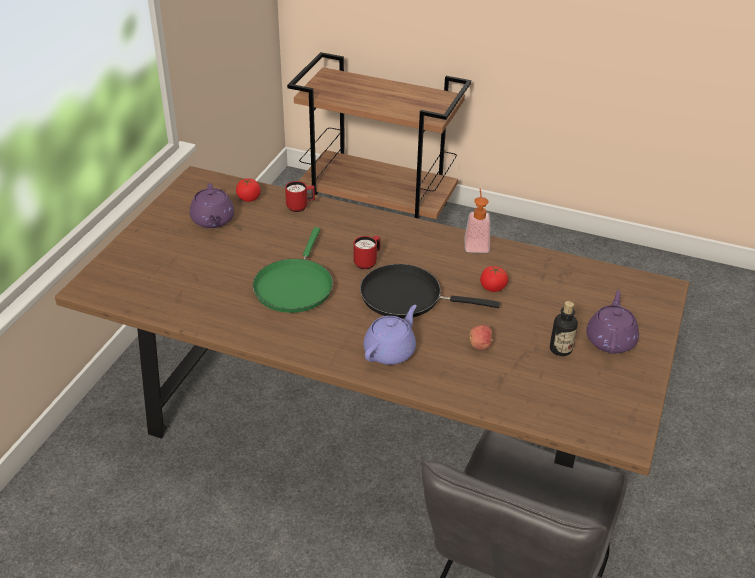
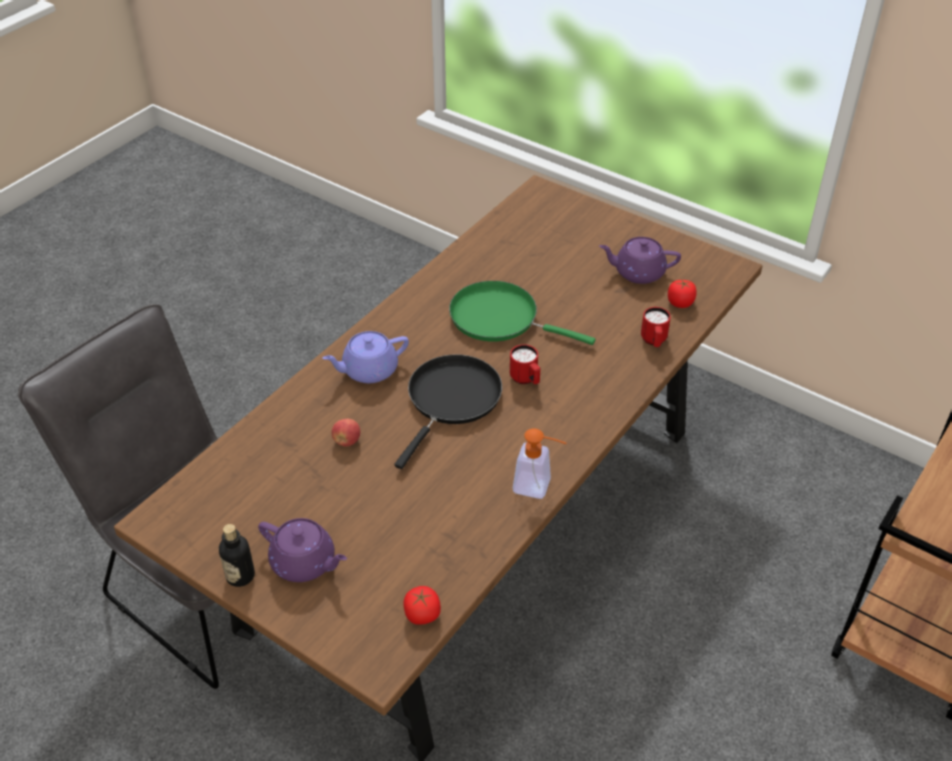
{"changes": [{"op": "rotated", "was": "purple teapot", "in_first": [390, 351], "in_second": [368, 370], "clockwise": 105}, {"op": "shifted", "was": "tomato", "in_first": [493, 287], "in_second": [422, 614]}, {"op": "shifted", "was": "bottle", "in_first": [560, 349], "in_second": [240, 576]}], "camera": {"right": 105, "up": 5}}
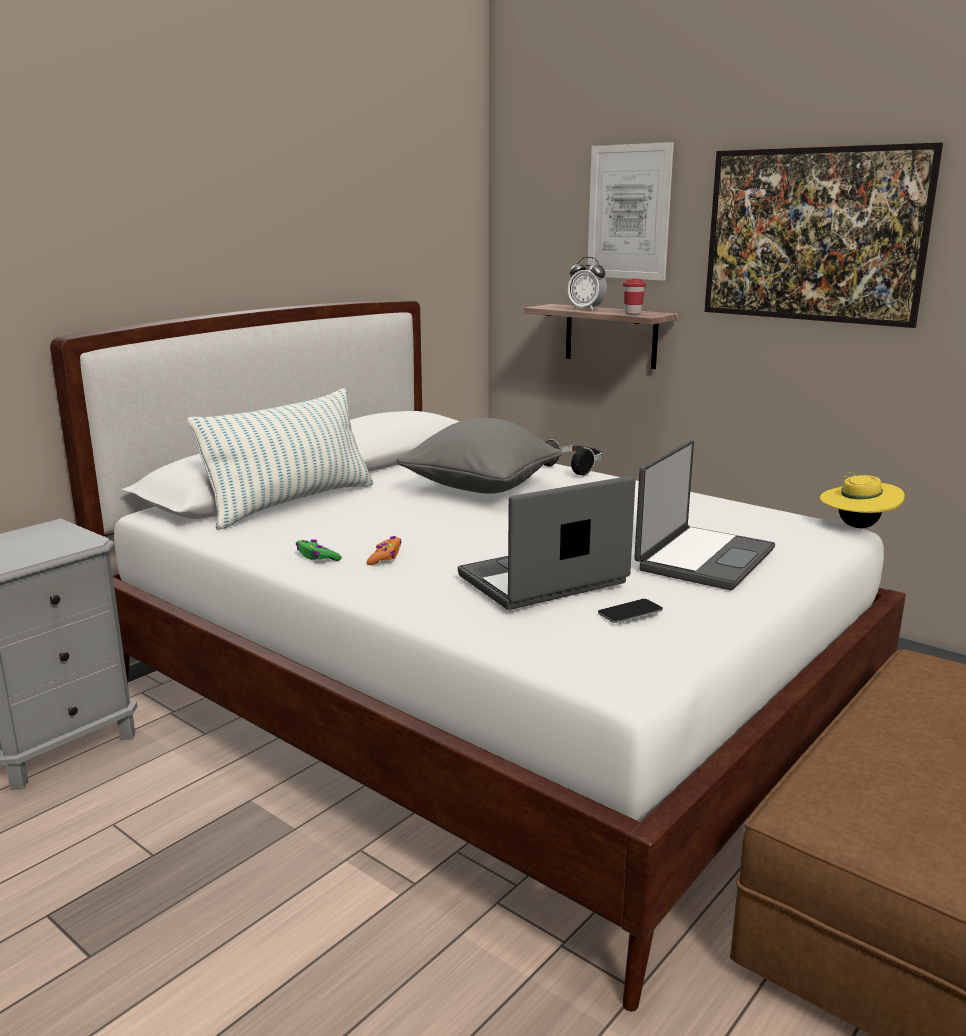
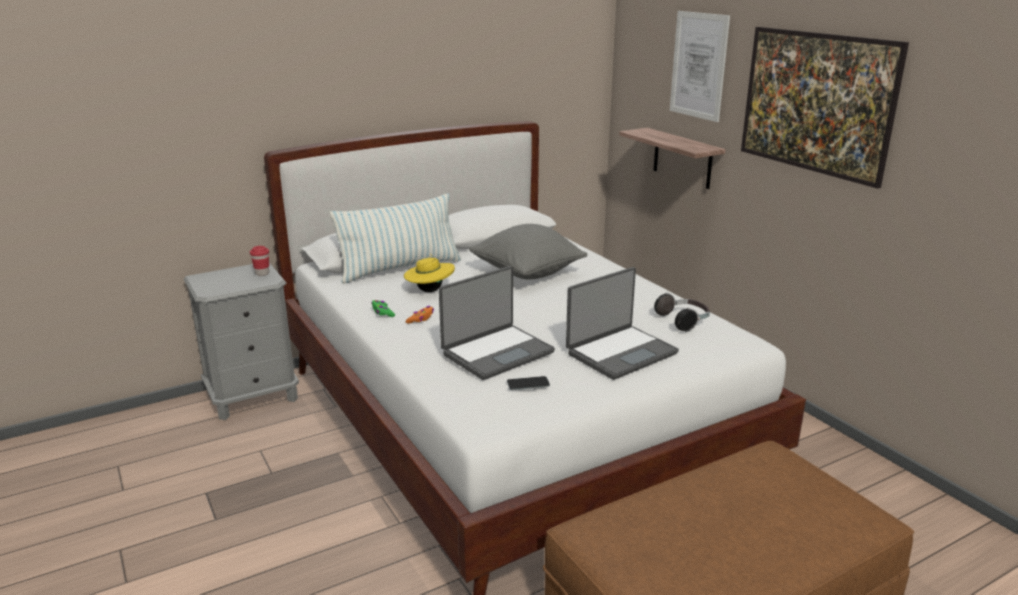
{"changes": [{"op": "rotated", "was": "laptop", "in_first": [544, 581], "in_second": [496, 352], "clockwise": 150}, {"op": "shifted", "was": "headphones", "in_first": [574, 469], "in_second": [683, 321]}, {"op": "gone", "was": "alarm clock", "in_first": [586, 309]}, {"op": "shifted", "was": "red cup", "in_first": [632, 313], "in_second": [262, 273]}, {"op": "shifted", "was": "yellow hat", "in_first": [857, 526], "in_second": [430, 290]}], "camera": {"right": 20, "up": 5}}
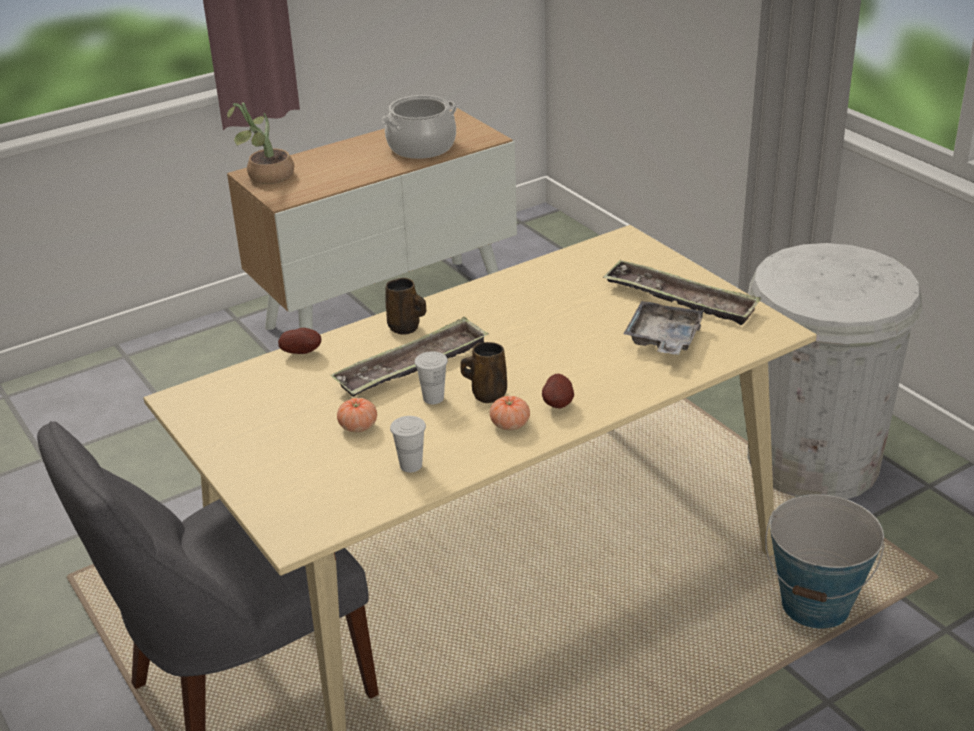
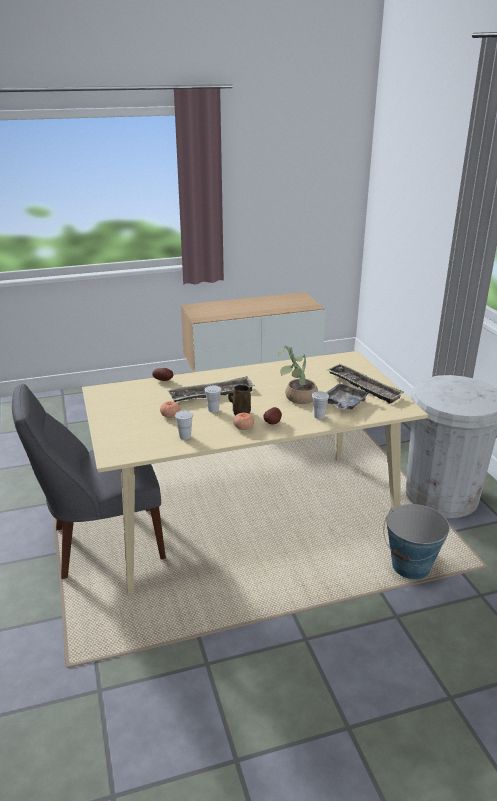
{"changes": [{"op": "shifted", "was": "potted plant", "in_first": [265, 177], "in_second": [297, 398]}, {"op": "gone", "was": "cooking pot", "in_first": [421, 147]}, {"op": "gone", "was": "brown mug", "in_first": [405, 328]}, {"op": "new", "now": "white cup", "in_second": [319, 416]}], "camera": {"right": 15, "up": -5}}
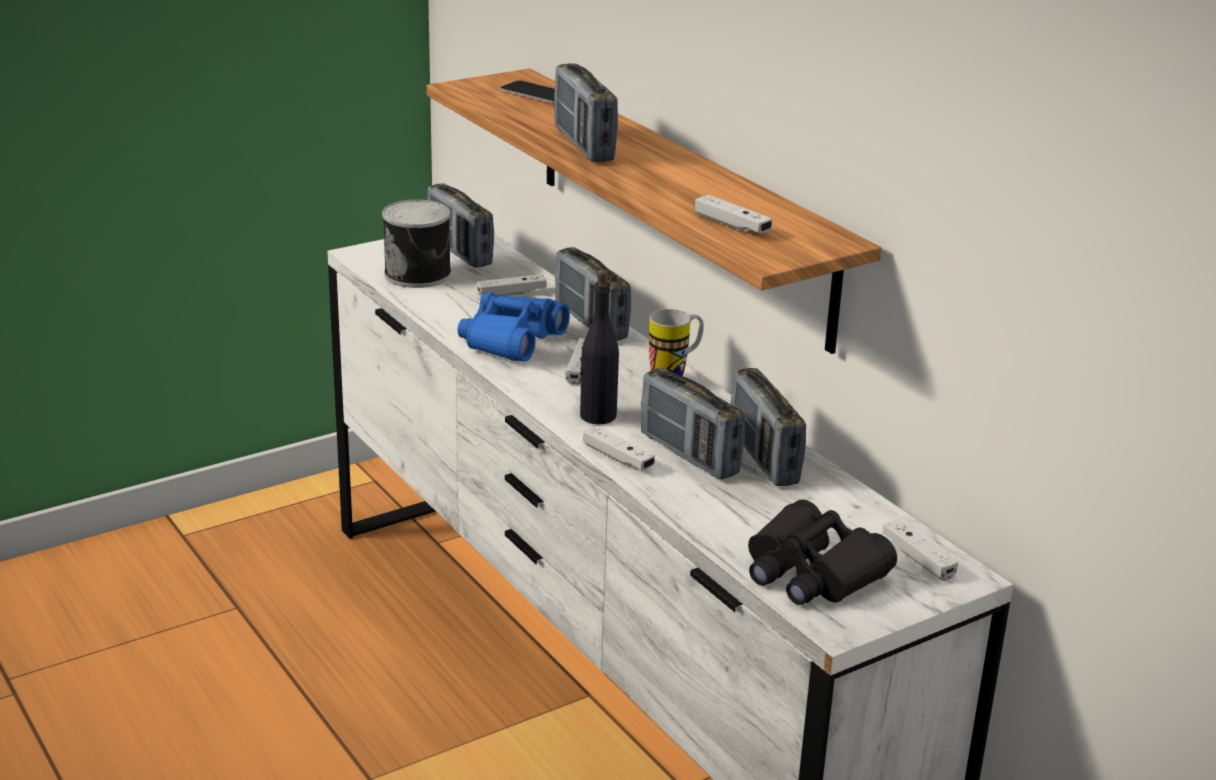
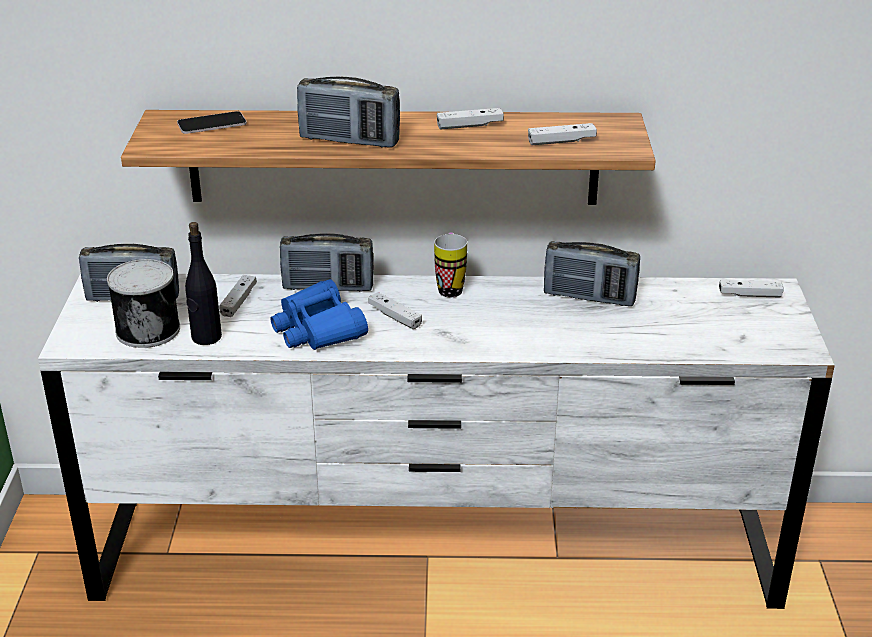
{"changes": [{"op": "shifted", "was": "black bottle", "in_first": [597, 416], "in_second": [206, 337]}, {"op": "shifted", "was": "white game controller", "in_first": [618, 458], "in_second": [470, 125]}, {"op": "gone", "was": "radio", "in_first": [689, 454]}, {"op": "gone", "was": "black binoculars", "in_first": [811, 572]}], "camera": {"right": -55, "up": 5}}
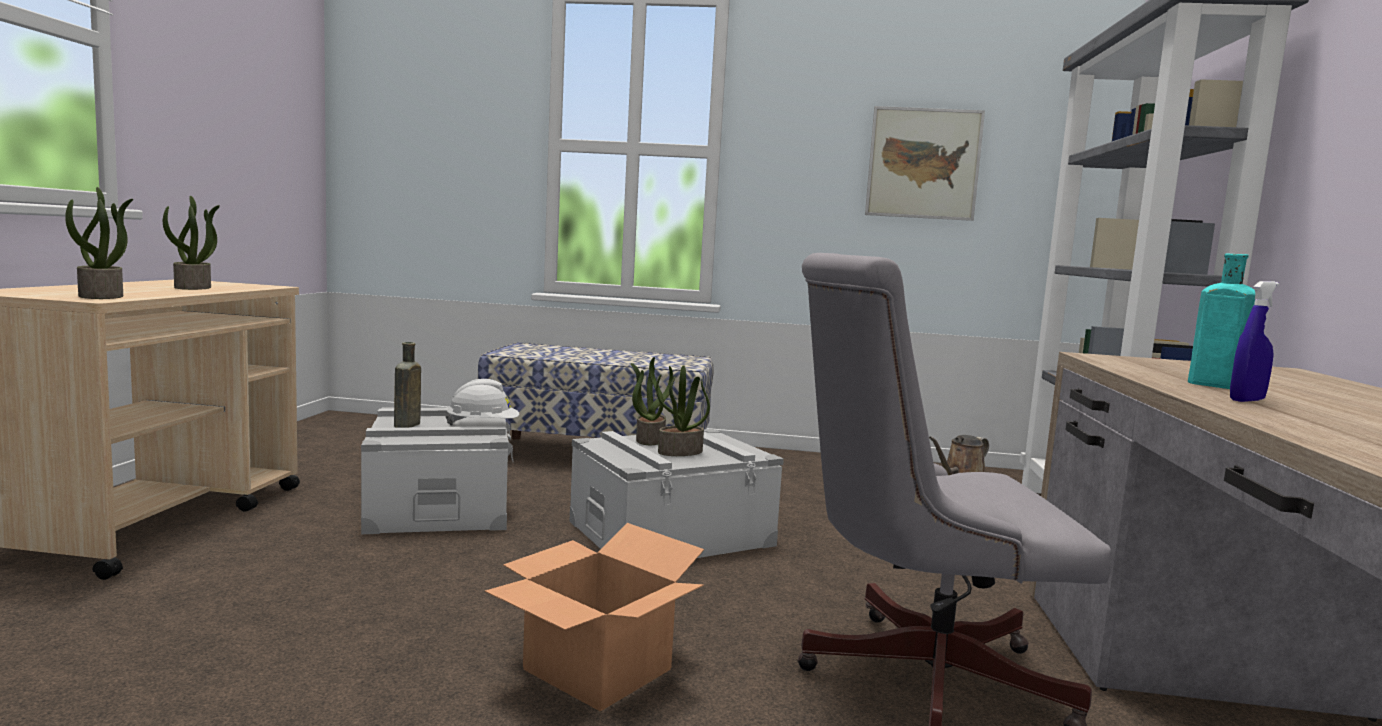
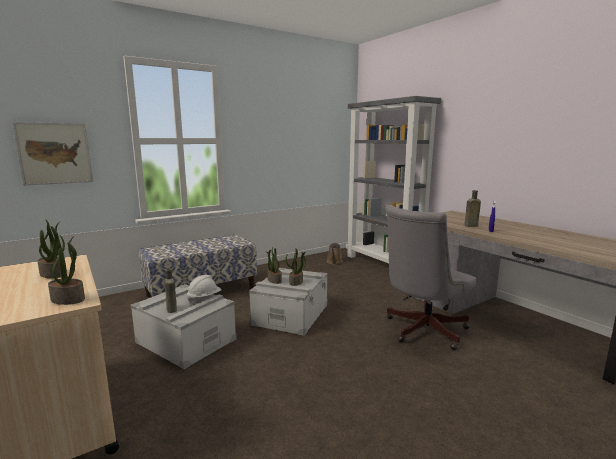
{"changes": [{"op": "gone", "was": "cardboard box", "in_first": [599, 670]}, {"op": "shifted", "was": "picture", "in_first": [923, 163], "in_second": [55, 153]}, {"op": "repainted", "was": "turquoise bottle", "now": "brown bottle", "in_first": [1210, 385], "in_second": [470, 225]}], "camera": {"right": -40, "up": 5}}
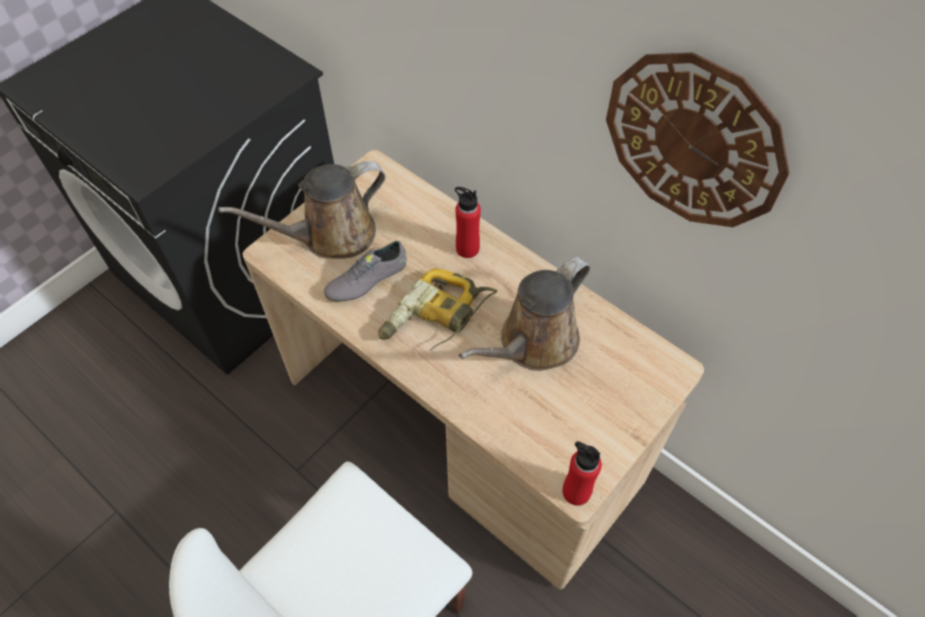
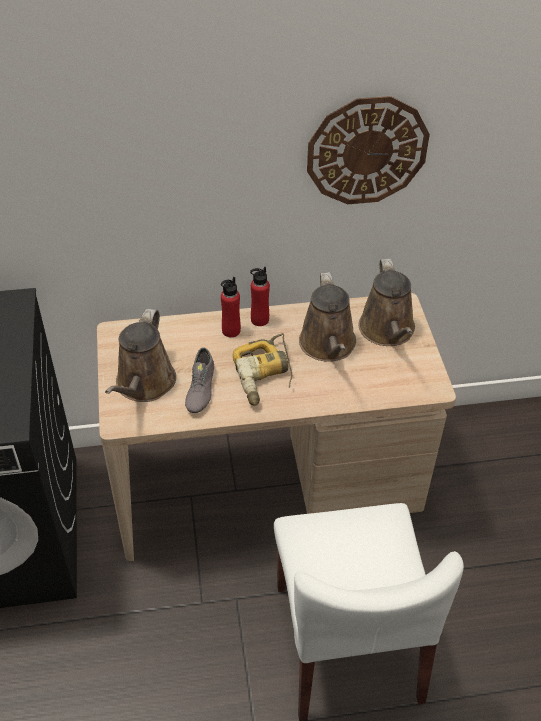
{"changes": [{"op": "shifted", "was": "red bottle", "in_first": [576, 491], "in_second": [259, 319]}, {"op": "new", "now": "brown watering can", "in_second": [388, 331]}], "camera": {"right": -50, "up": -10}}
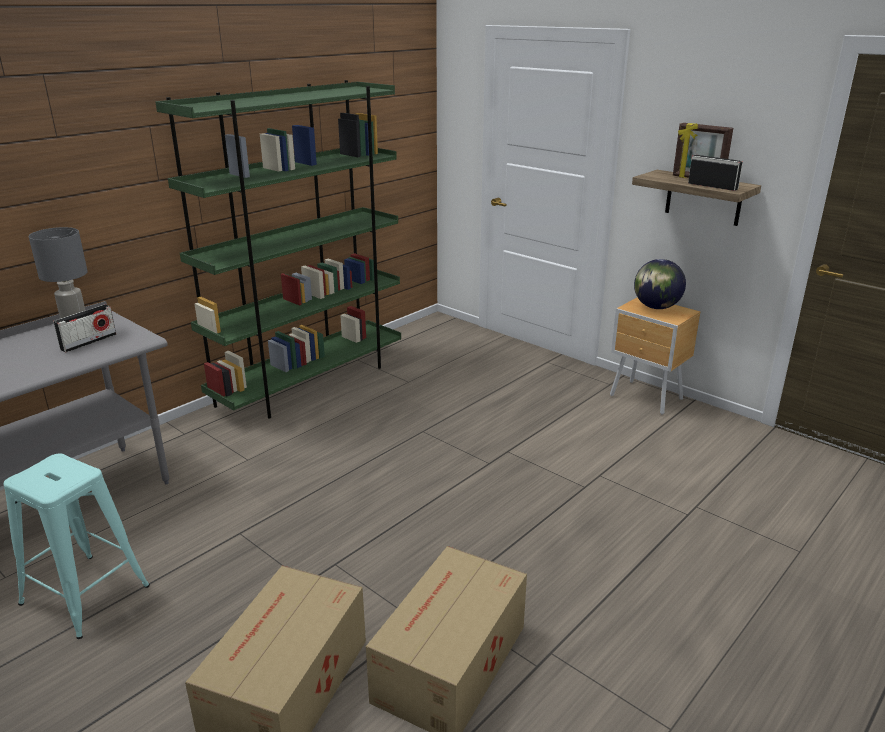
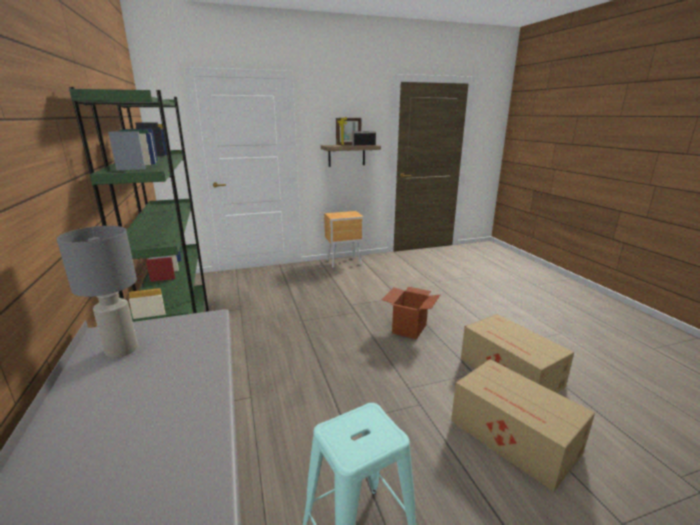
{"changes": [{"op": "gone", "was": "radio", "in_first": [89, 342]}, {"op": "gone", "was": "globe", "in_first": [656, 307]}, {"op": "new", "now": "cardboard box", "in_second": [409, 328]}], "camera": {"right": -60, "up": -5}}
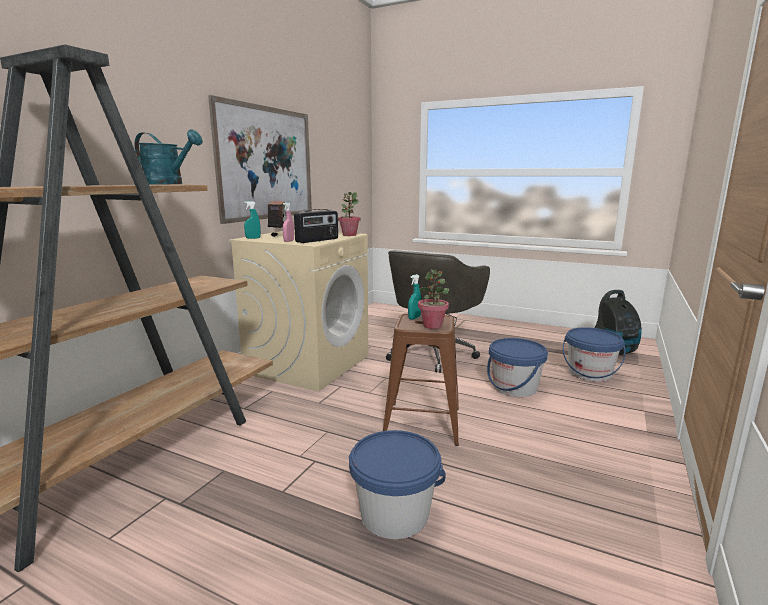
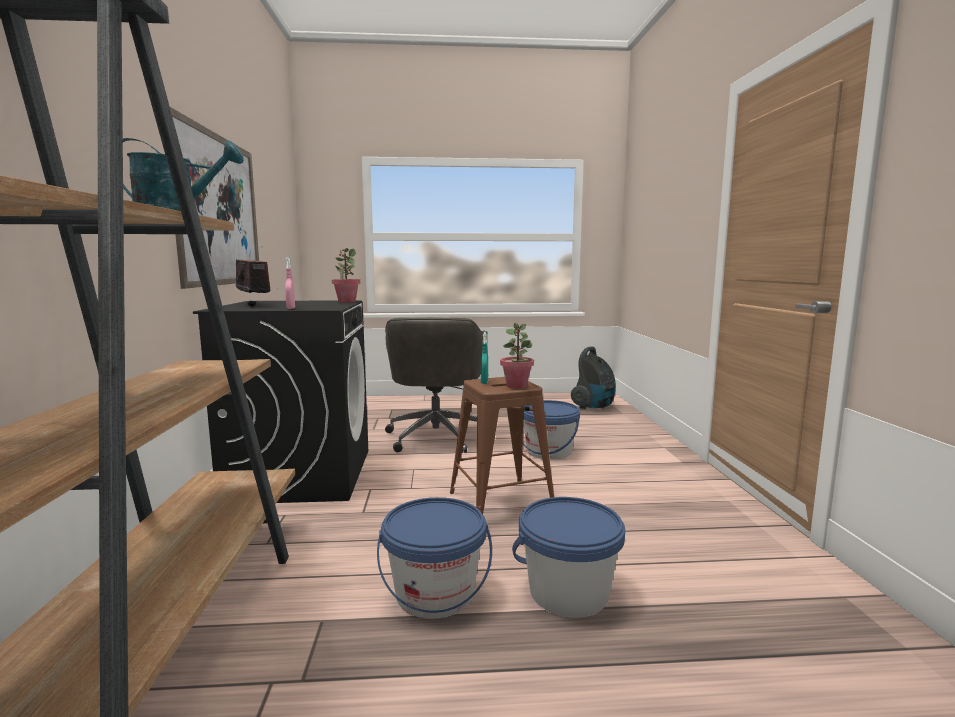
{"changes": [{"op": "repainted", "was": "beige washing machine", "now": "black washing machine", "in_first": [308, 364], "in_second": [301, 475]}, {"op": "gone", "was": "turquoise spray bottle", "in_first": [253, 238]}, {"op": "gone", "was": "radio", "in_first": [317, 240]}, {"op": "shifted", "was": "blue bucket", "in_first": [589, 373], "in_second": [435, 593]}], "camera": {"right": -30, "up": -5}}
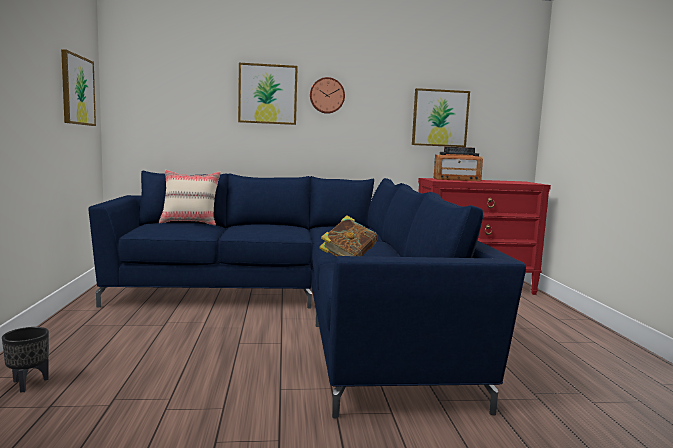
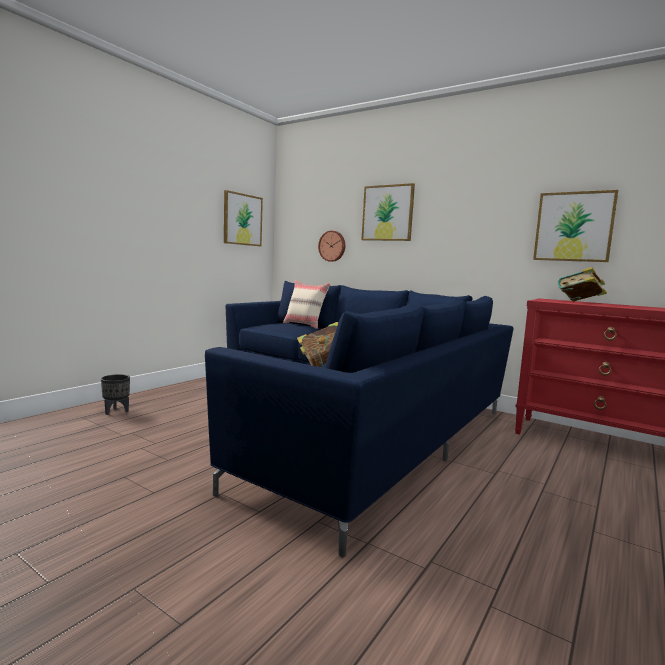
{"changes": [{"op": "shifted", "was": "wall clock", "in_first": [327, 95], "in_second": [332, 246]}, {"op": "swapped", "was": "radio", "now": "book", "in_first": [456, 179], "in_second": [580, 302]}], "camera": {"right": 40, "up": 0}}
